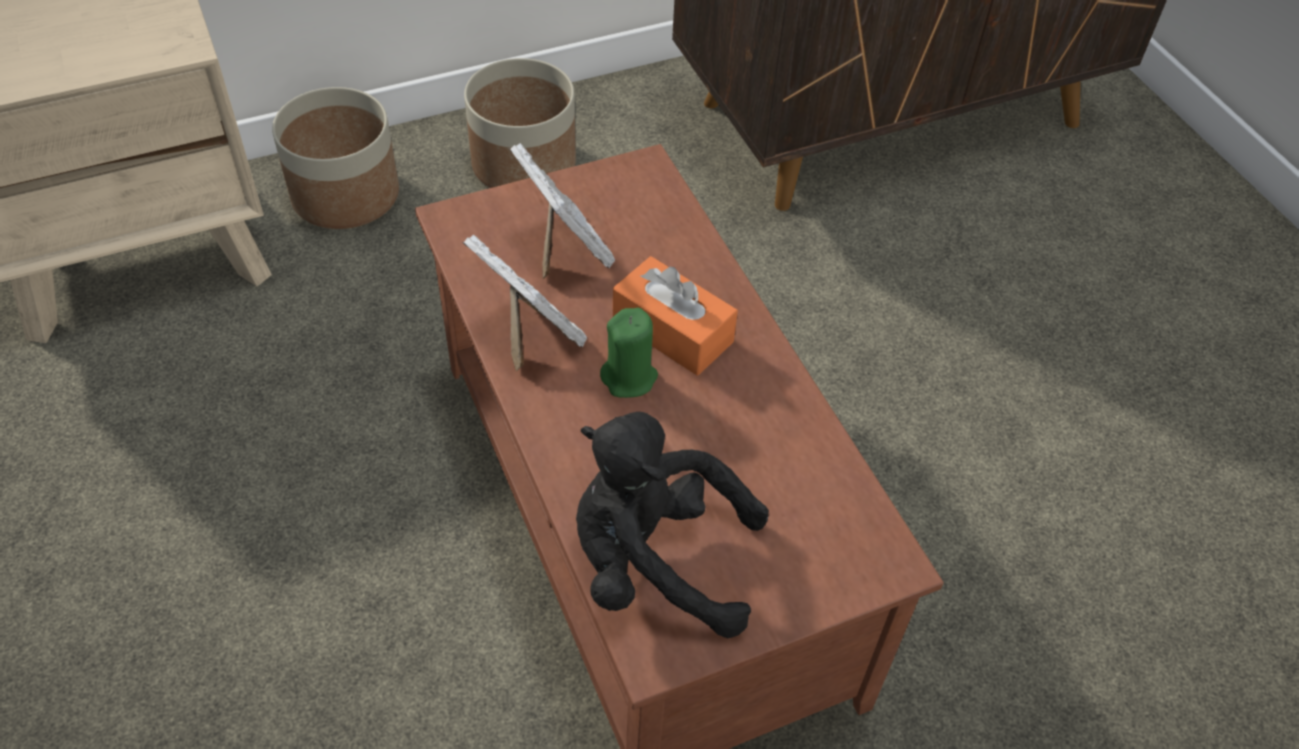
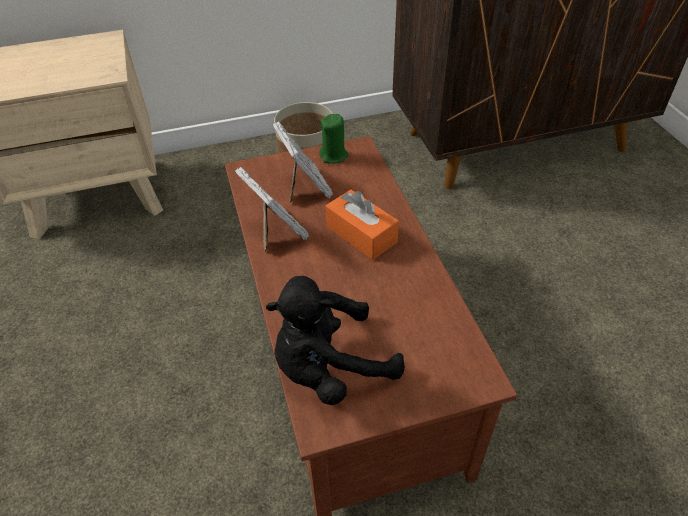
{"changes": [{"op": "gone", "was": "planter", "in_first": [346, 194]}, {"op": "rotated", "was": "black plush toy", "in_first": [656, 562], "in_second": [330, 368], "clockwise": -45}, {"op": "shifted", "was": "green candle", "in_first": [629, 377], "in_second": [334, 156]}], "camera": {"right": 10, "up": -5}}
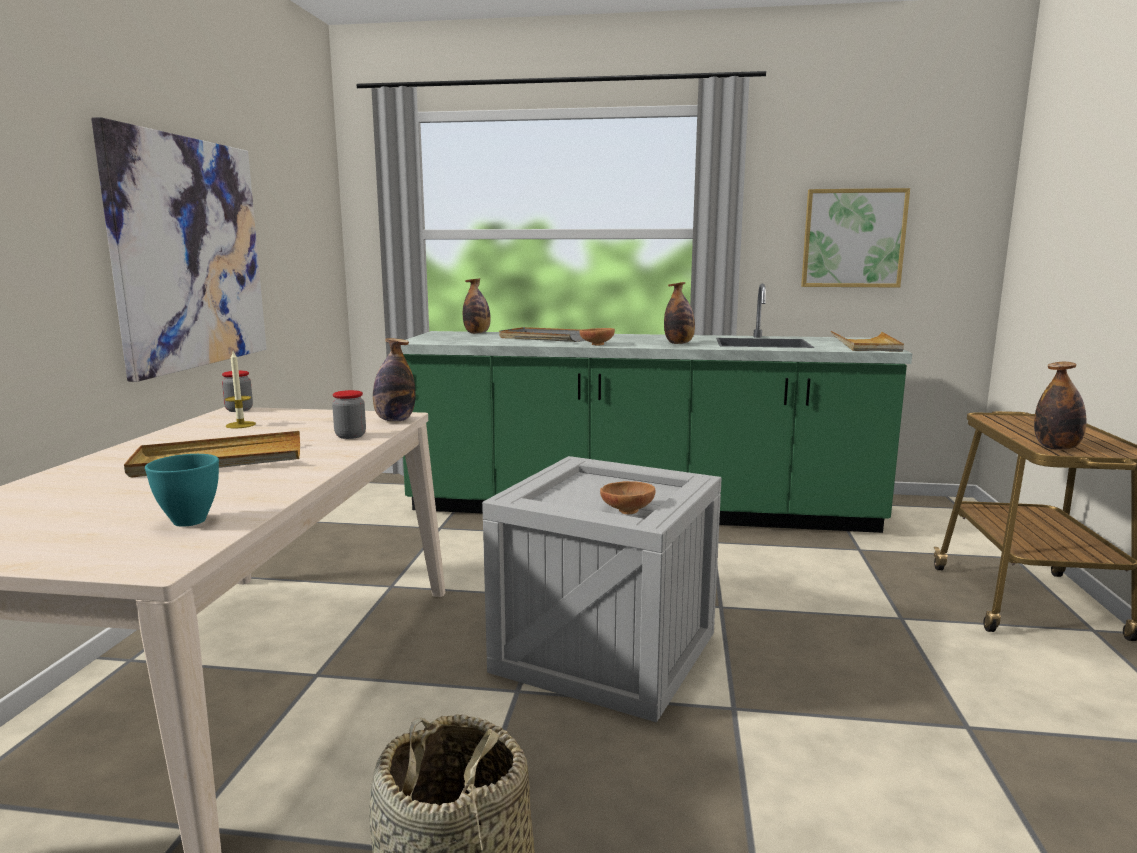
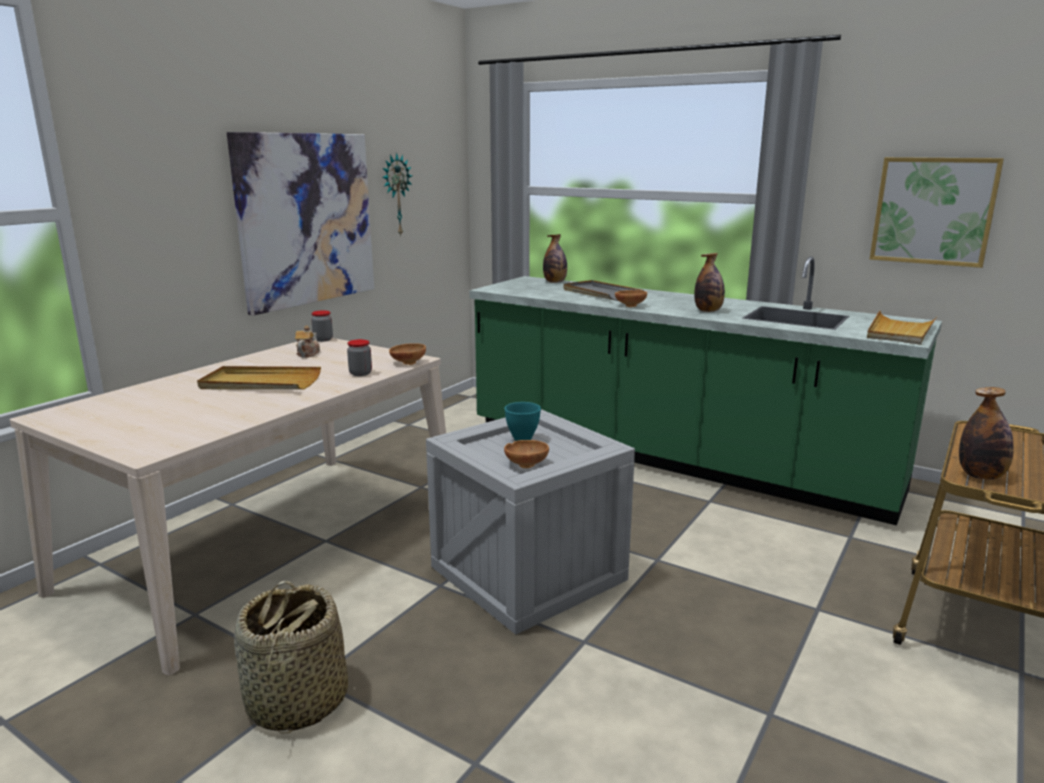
{"changes": [{"op": "shifted", "was": "turquoise bowl", "in_first": [191, 521], "in_second": [523, 439]}, {"op": "swapped", "was": "candle", "now": "teapot", "in_first": [240, 425], "in_second": [307, 354]}, {"op": "swapped", "was": "bottle", "now": "brown bowl", "in_first": [395, 420], "in_second": [407, 363]}, {"op": "new", "now": "wall clock", "in_second": [395, 195]}], "camera": {"right": 25, "up": 5}}
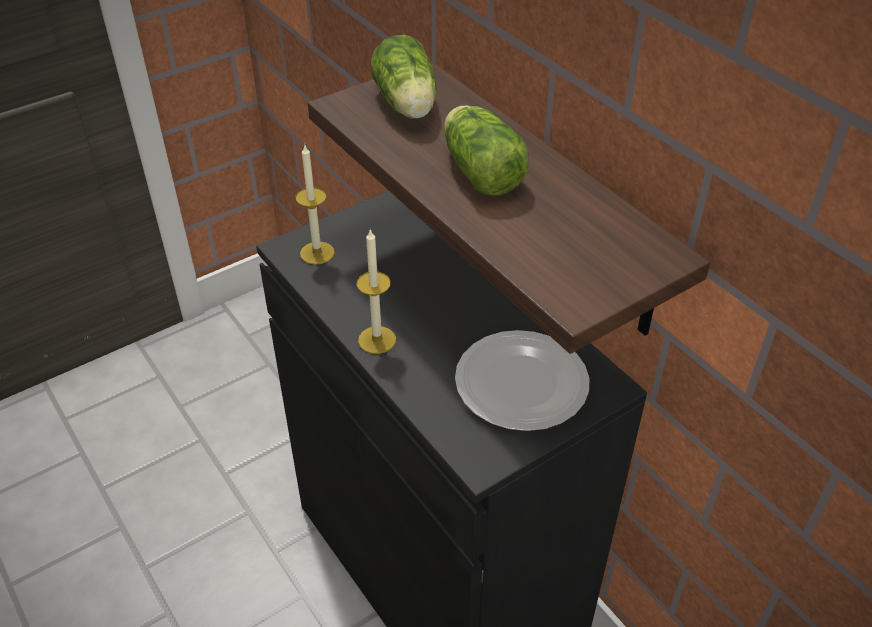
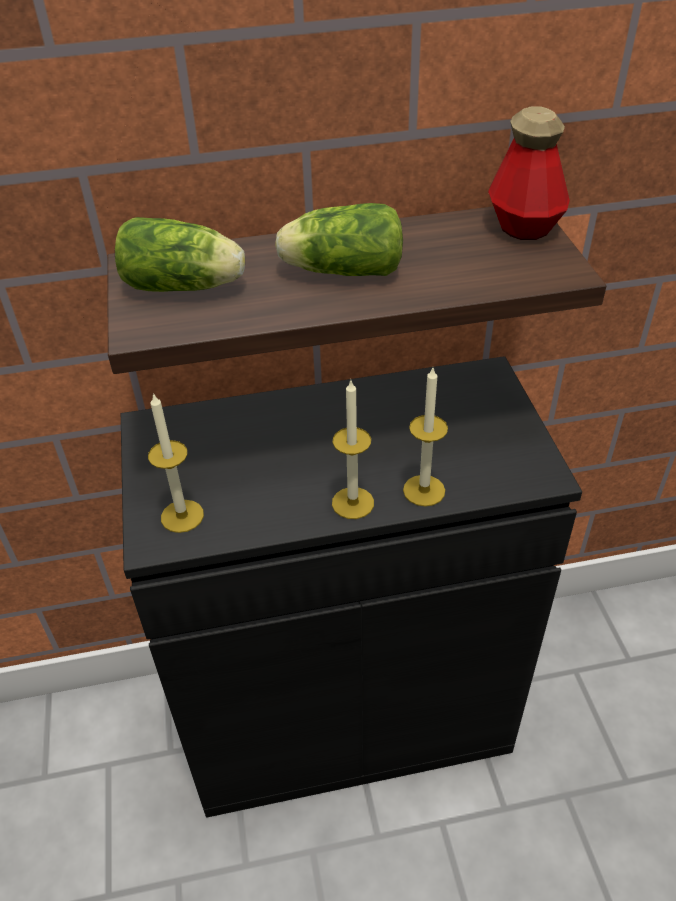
{"changes": [{"op": "gone", "was": "plate", "in_first": [519, 384]}, {"op": "new", "now": "candle", "in_second": [424, 490]}, {"op": "new", "now": "bottle", "in_second": [523, 227]}], "camera": {"right": -65, "up": 0}}
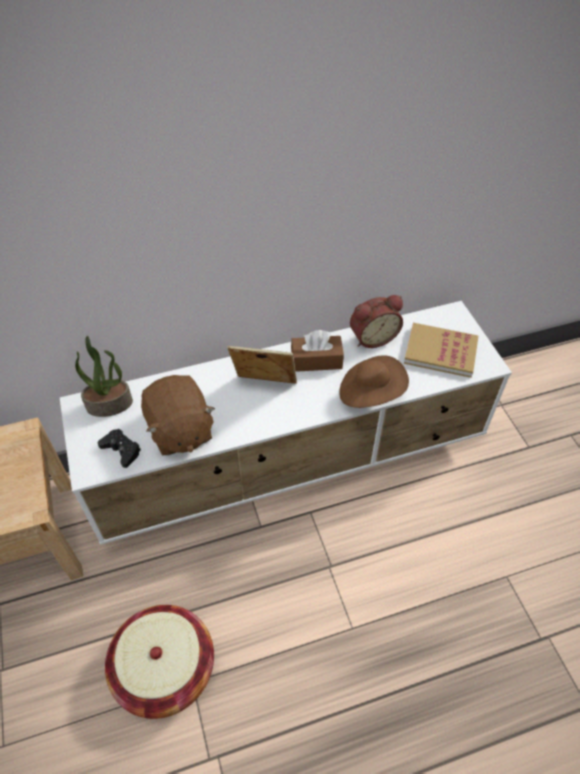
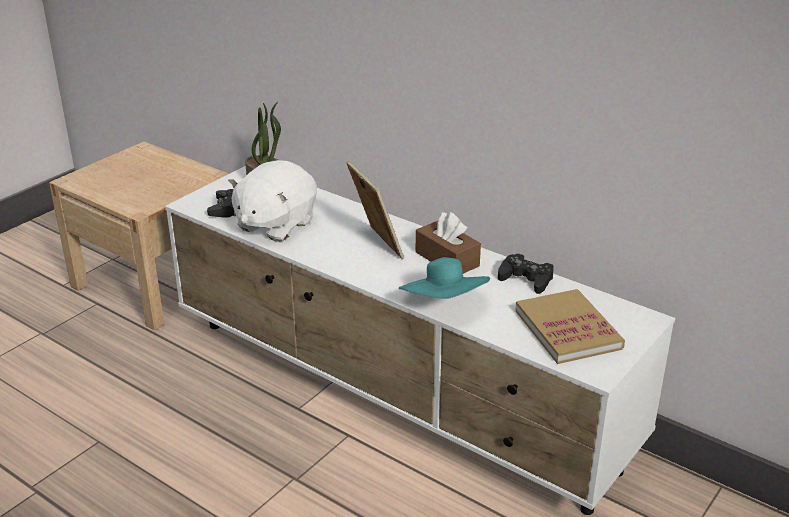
{"changes": [{"op": "gone", "was": "basket", "in_first": [165, 668]}, {"op": "repainted", "was": "brown plush toy", "now": "white plush toy", "in_first": [179, 430], "in_second": [275, 224]}, {"op": "repainted", "was": "brown hat", "now": "turquoise hat", "in_first": [370, 393], "in_second": [445, 305]}, {"op": "swapped", "was": "alarm clock", "now": "black game controller", "in_first": [372, 337], "in_second": [526, 279]}], "camera": {"right": 55, "up": -20}}
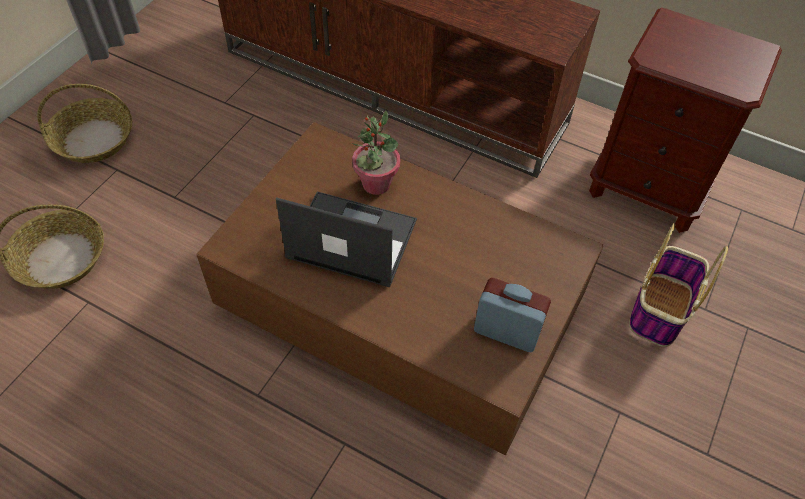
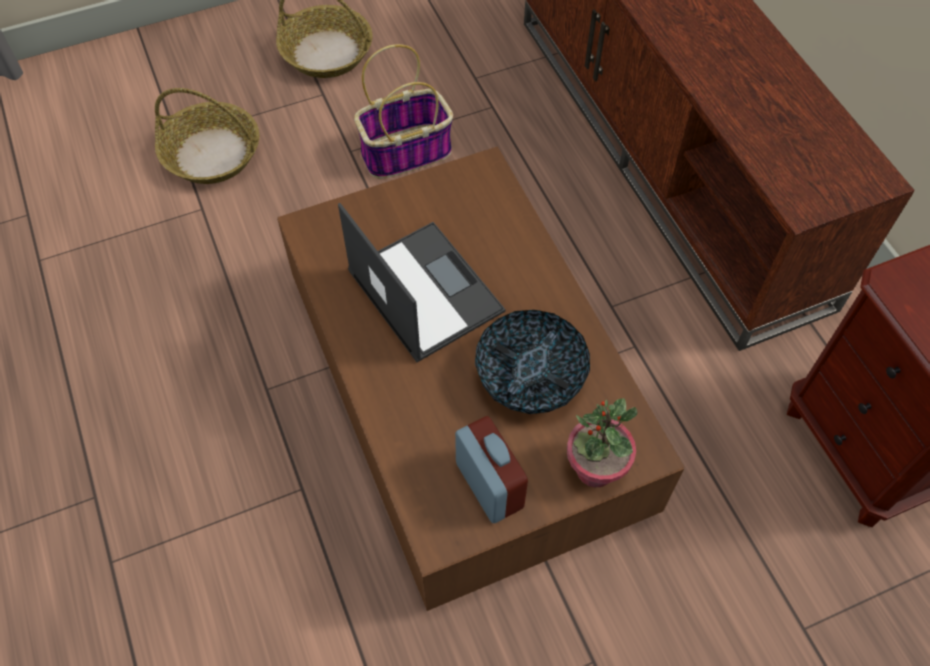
{"changes": [{"op": "shifted", "was": "potted plant", "in_first": [376, 184], "in_second": [594, 469]}, {"op": "shifted", "was": "basket", "in_first": [660, 308], "in_second": [407, 152]}, {"op": "new", "now": "bowl", "in_second": [530, 377]}], "camera": {"right": 40, "up": 5}}
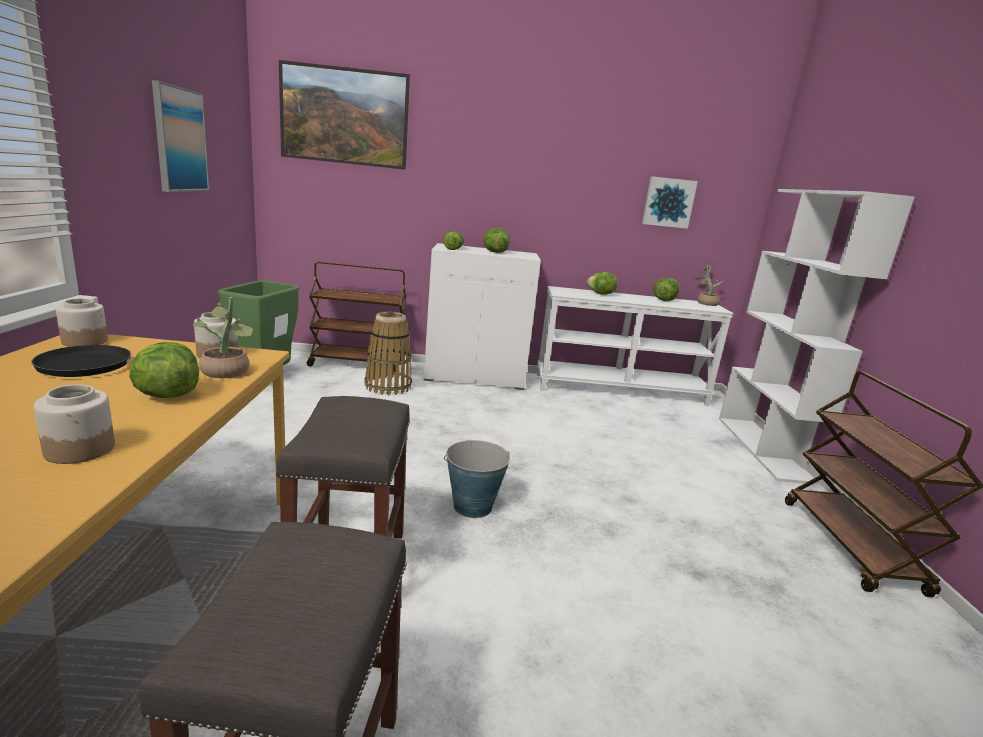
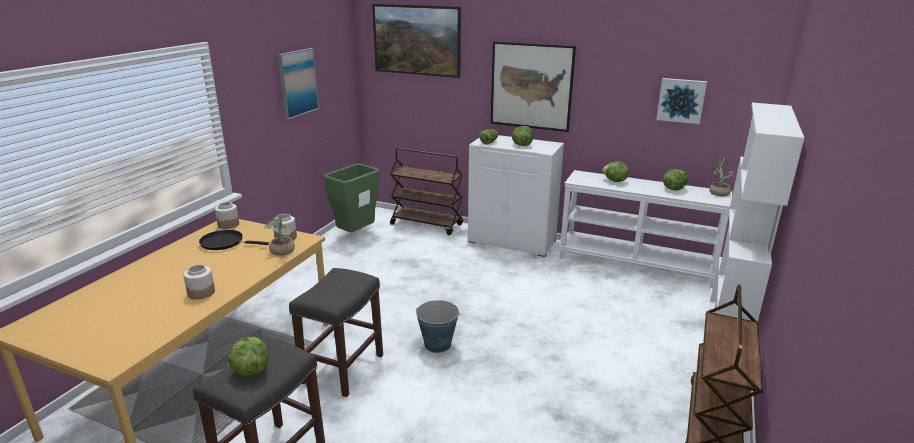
{"changes": [{"op": "shifted", "was": "lettuce", "in_first": [167, 395], "in_second": [251, 370]}, {"op": "gone", "was": "basket", "in_first": [388, 386]}, {"op": "new", "now": "picture", "in_second": [531, 86]}], "camera": {"right": 25, "up": 5}}
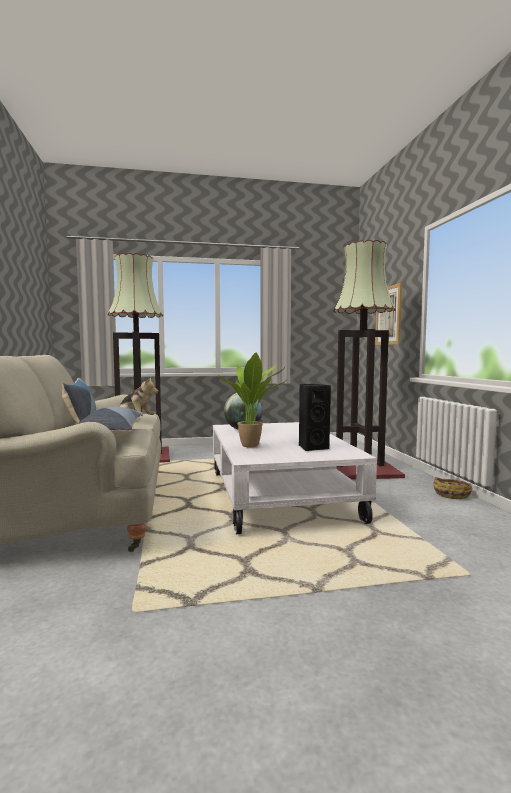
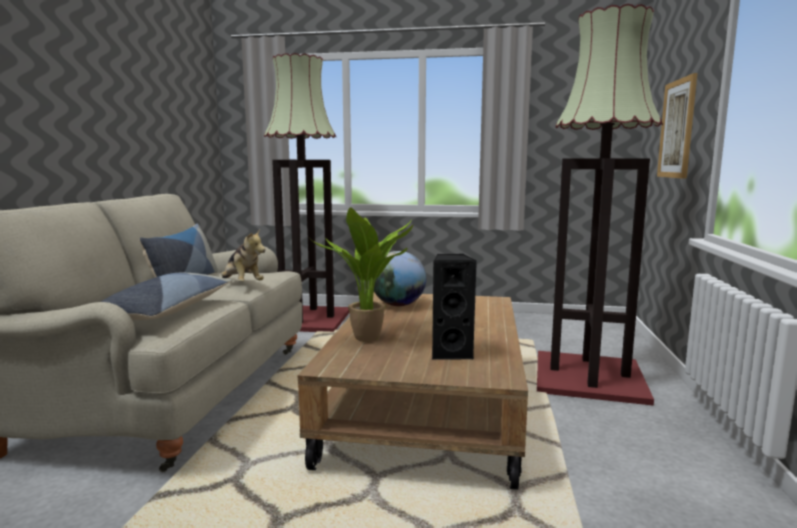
{"changes": [{"op": "repainted", "was": "white coffee table", "now": "brown coffee table", "in_first": [278, 495], "in_second": [425, 408]}, {"op": "gone", "was": "basket", "in_first": [452, 494]}], "camera": {"right": 20, "up": 5}}
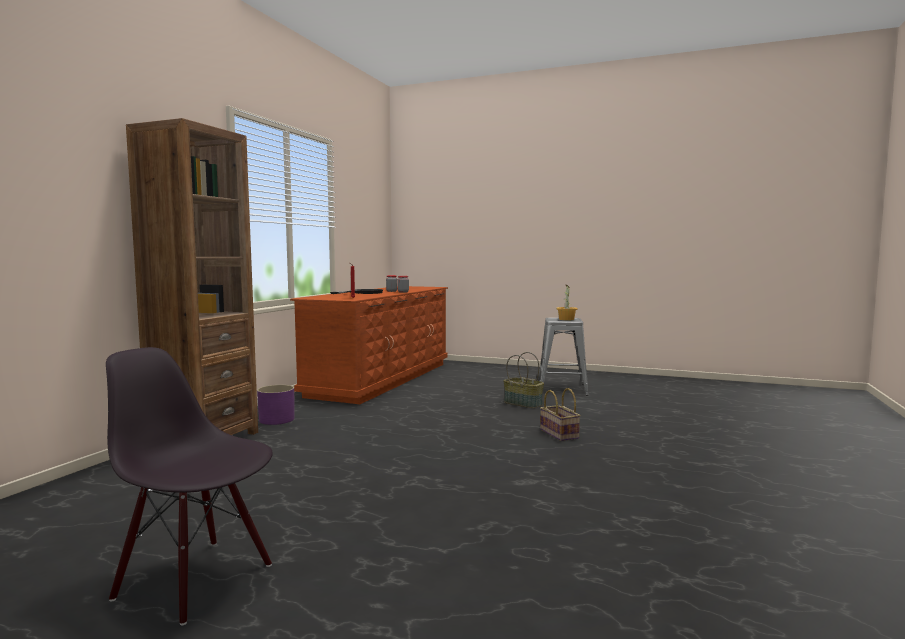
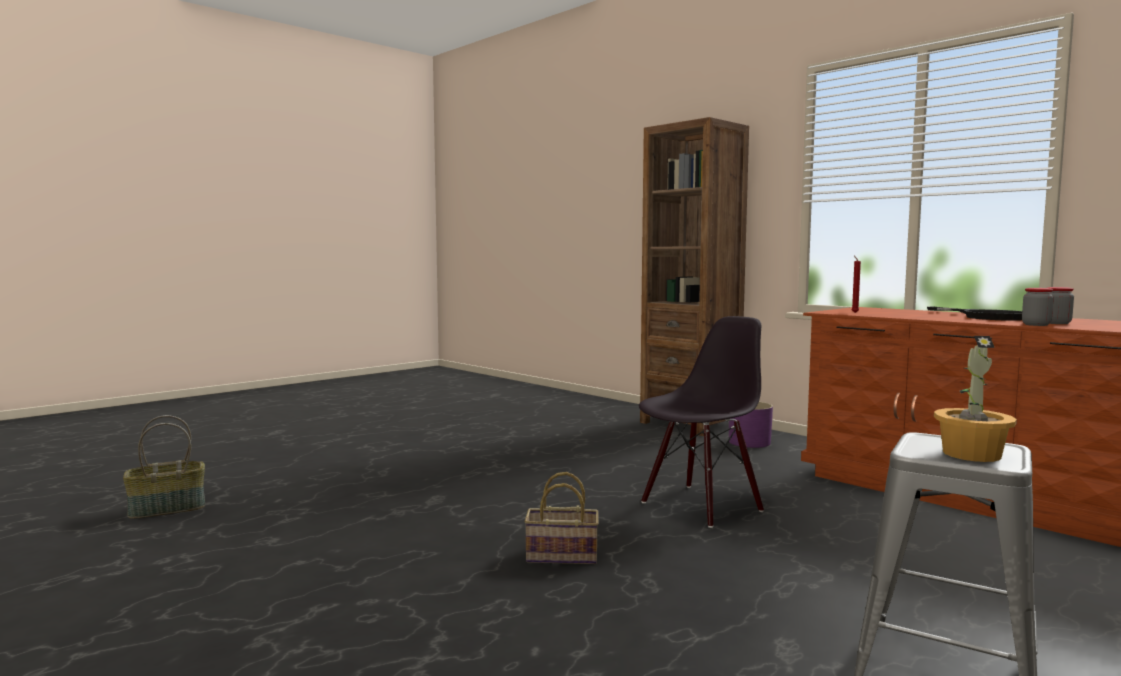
{"changes": [{"op": "shifted", "was": "black chair", "in_first": [196, 580], "in_second": [700, 505]}, {"op": "shifted", "was": "basket", "in_first": [523, 403], "in_second": [166, 509]}], "camera": {"right": 115, "up": 0}}
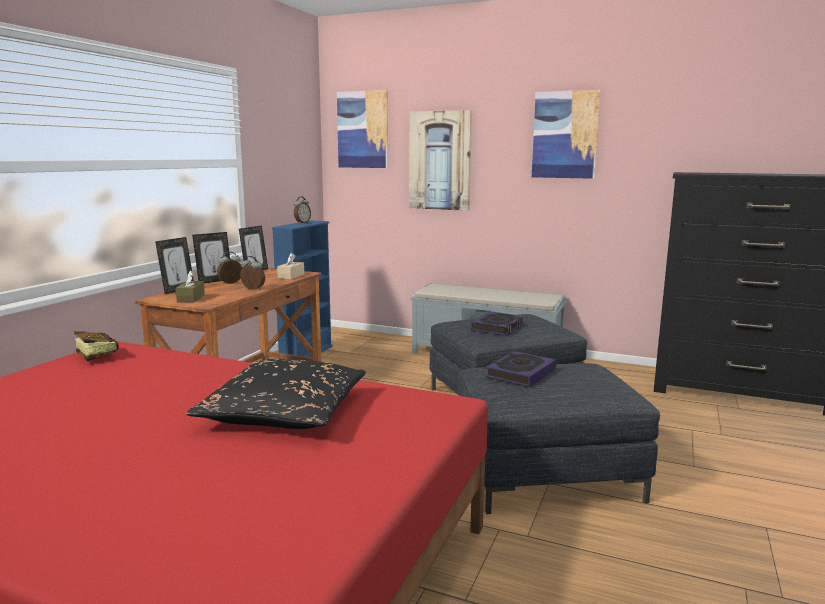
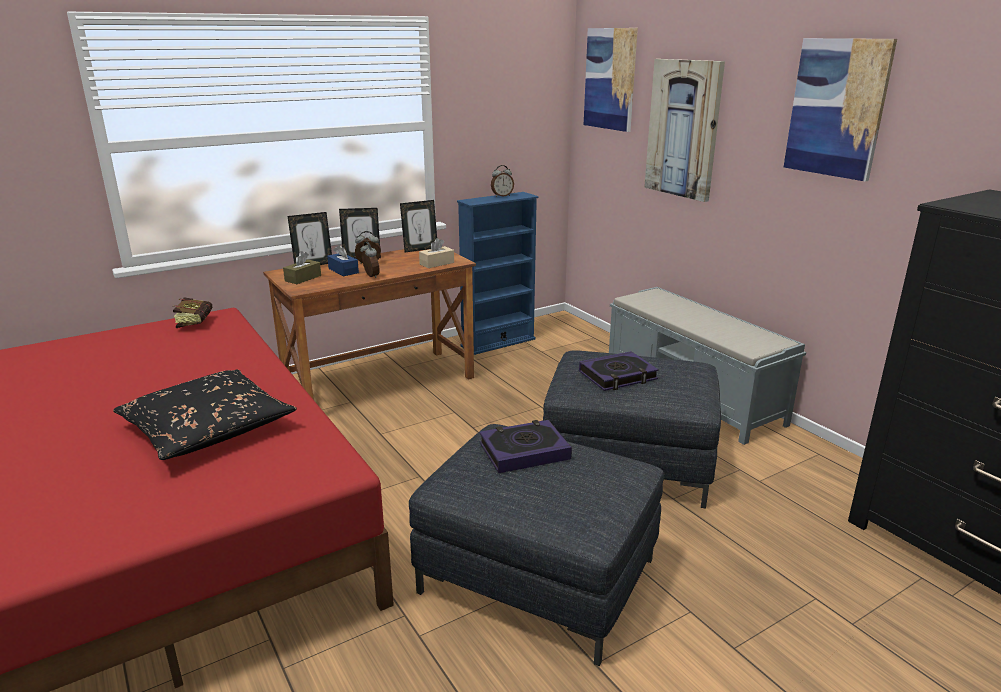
{"changes": [{"op": "new", "now": "blue tissue box", "in_second": [343, 271]}], "camera": {"right": 35, "up": 10}}
